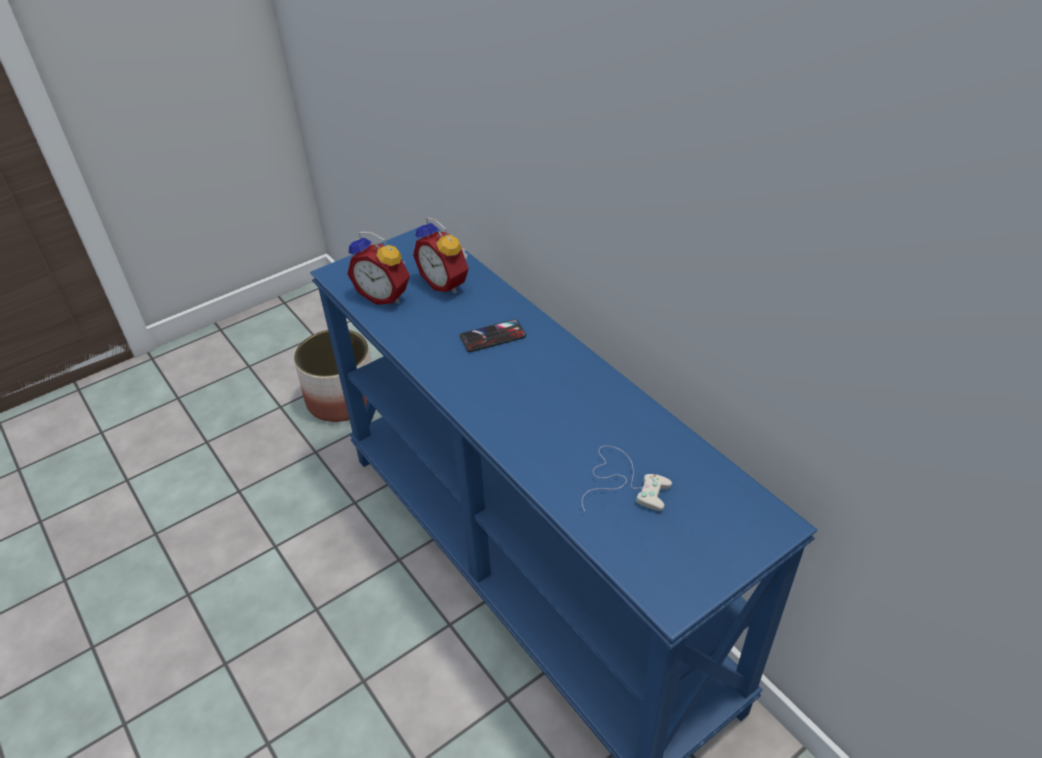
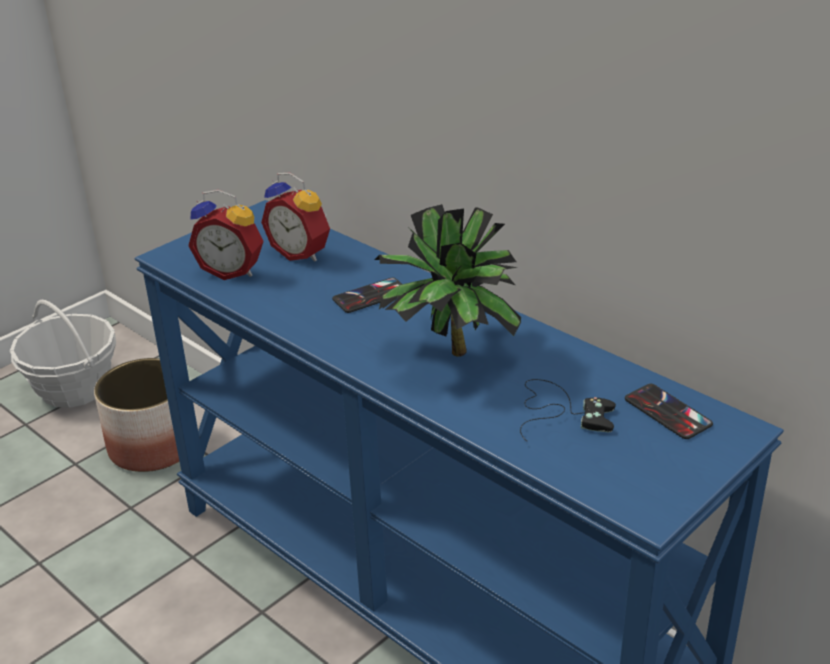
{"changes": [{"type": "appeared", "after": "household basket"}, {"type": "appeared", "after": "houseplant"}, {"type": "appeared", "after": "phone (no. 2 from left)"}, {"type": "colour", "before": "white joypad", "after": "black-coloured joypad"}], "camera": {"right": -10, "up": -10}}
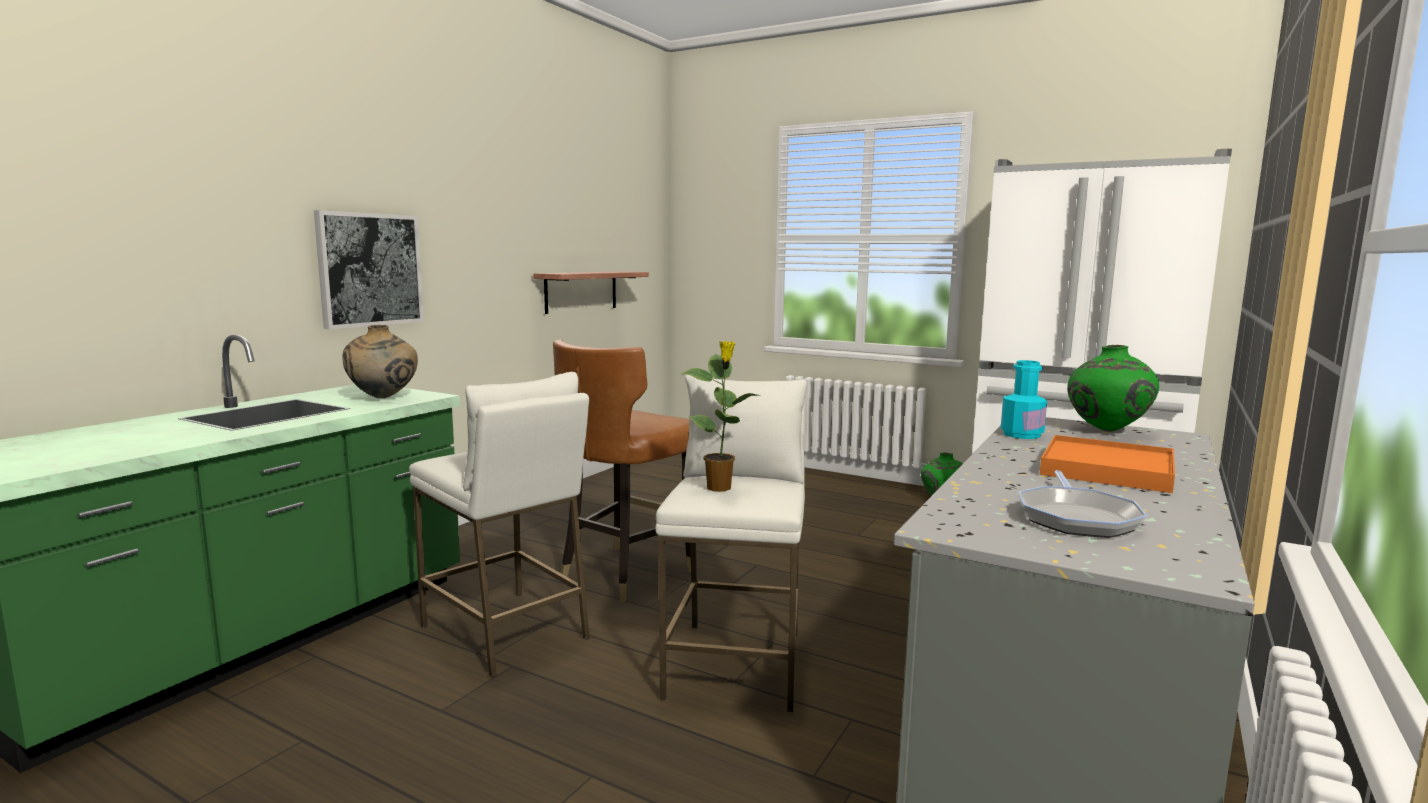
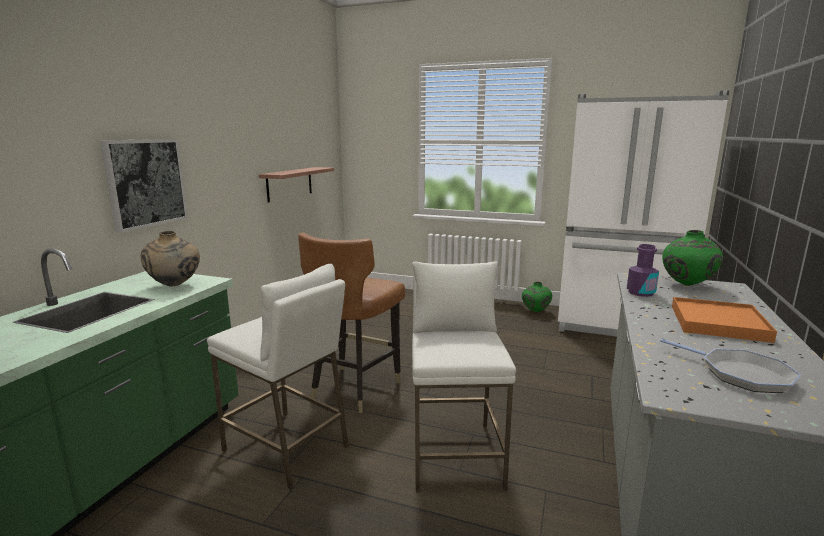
{"changes": [{"type": "missing", "before": "houseplant"}, {"type": "colour", "before": "turquoise beverage bottle", "after": "purple-coloured beverage bottle"}, {"type": "spun", "before": "pan", "turn": -45}], "camera": {"right": -10, "up": 5}}
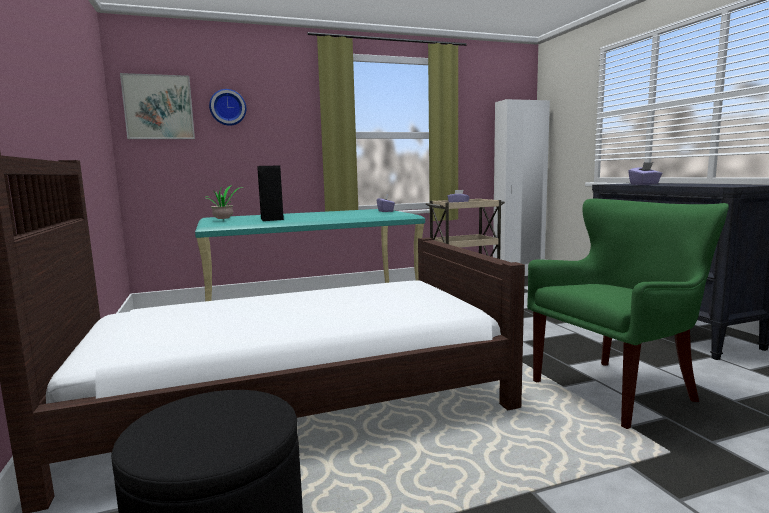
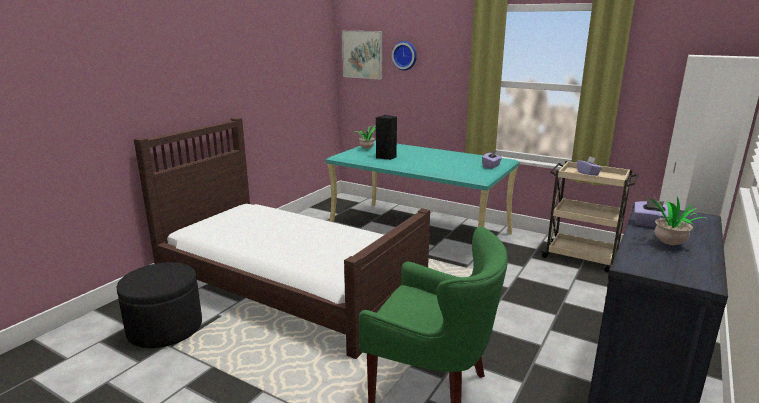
{"changes": [{"type": "appeared", "after": "houseplant (no. 2 from left)"}], "camera": {"right": 50, "up": 10}}
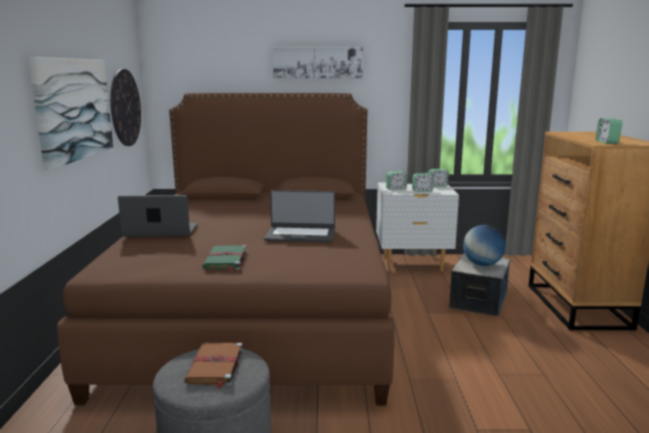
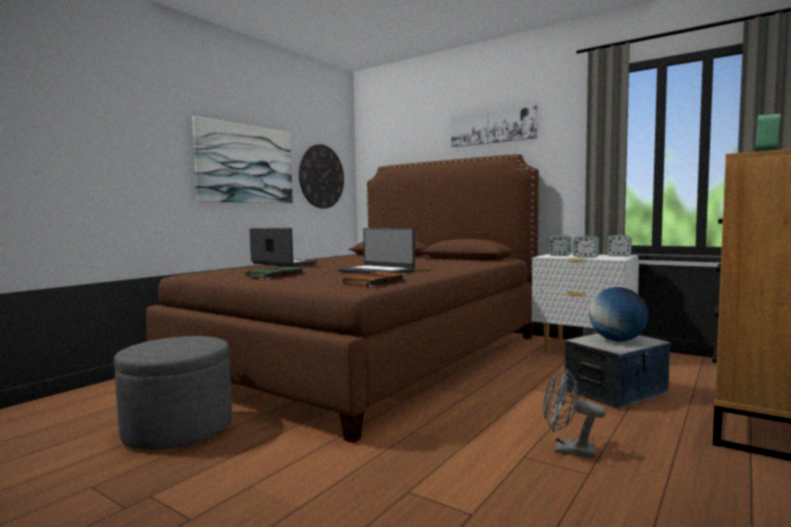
{"changes": [{"type": "appeared", "after": "gray cooling fan"}, {"type": "relocated", "before": "brown-coloured bound book"}], "camera": {"right": 35, "up": -10}}
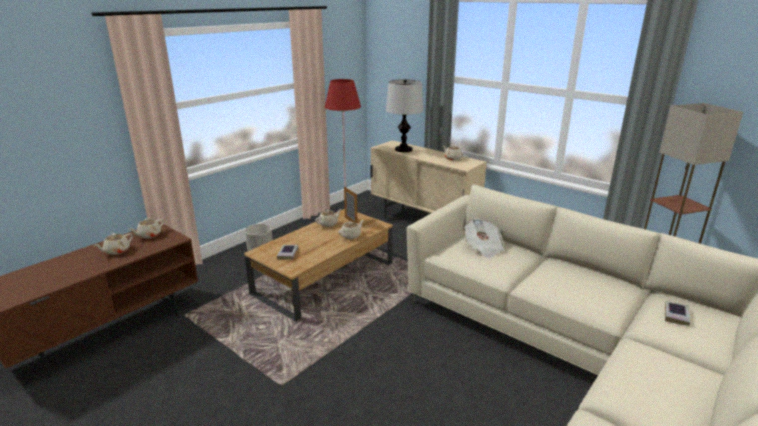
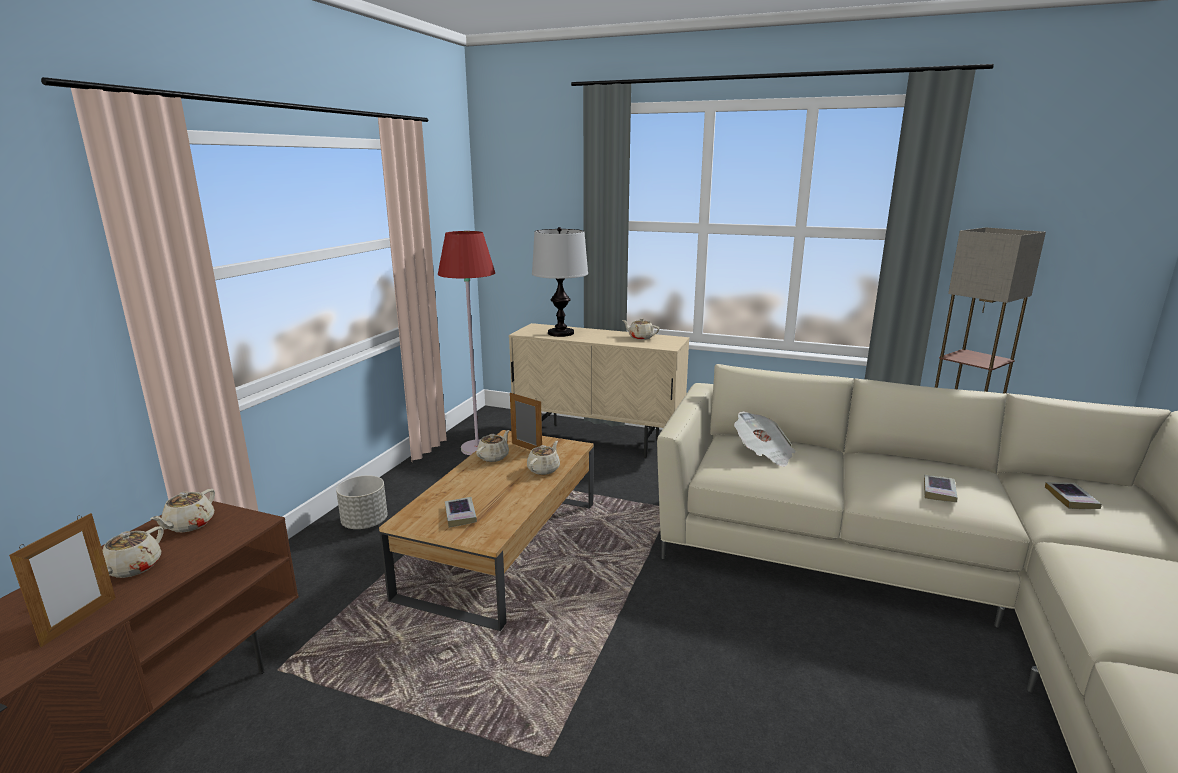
{"changes": [{"type": "appeared", "after": "standing frame (no. 1 from left)"}, {"type": "appeared", "after": "bound book (no. 2 from left)"}], "camera": {"right": -20, "up": -5}}
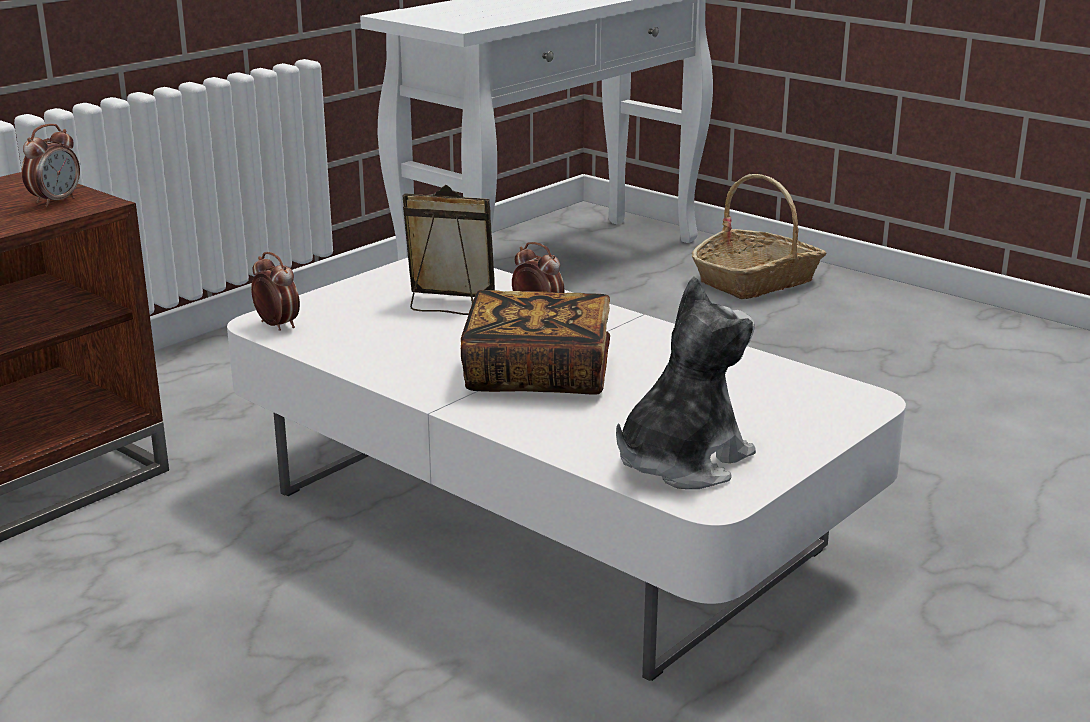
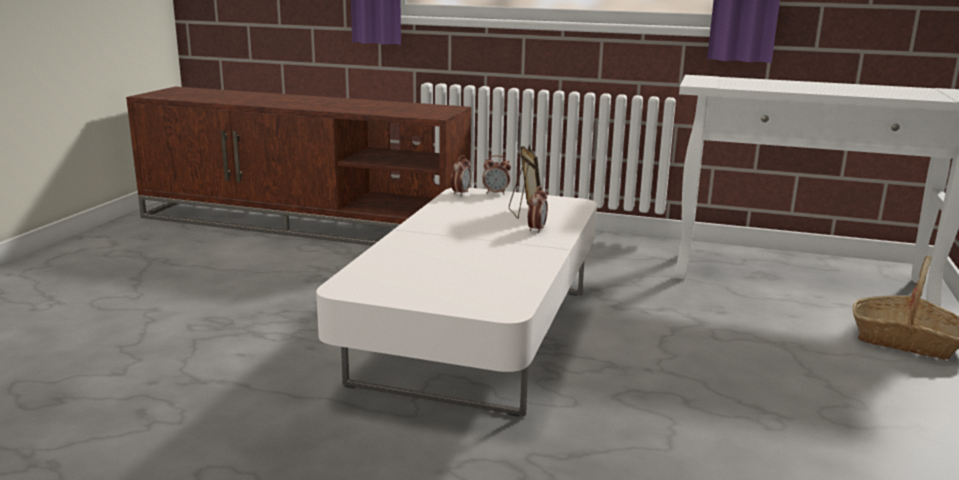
{"changes": [{"type": "missing", "before": "bound book"}, {"type": "missing", "before": "soft toy"}, {"type": "relocated", "before": "table clock (no. 1 from left in the first image)", "after": "table clock (no. 2 from left)"}], "camera": {"right": 65, "up": -5}}
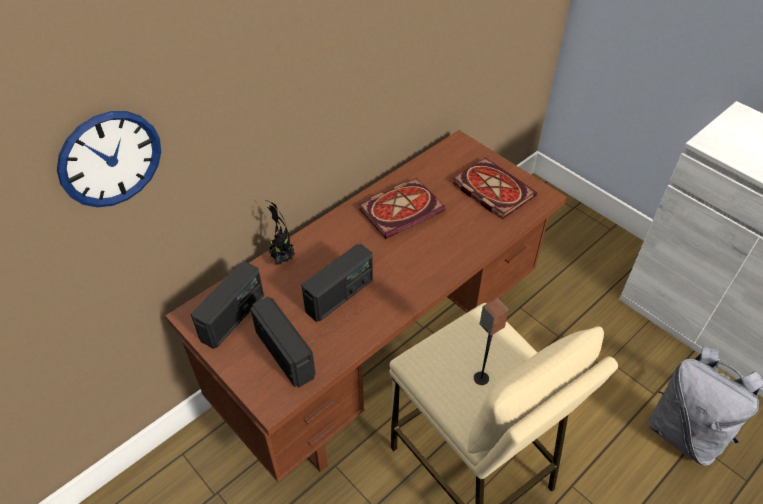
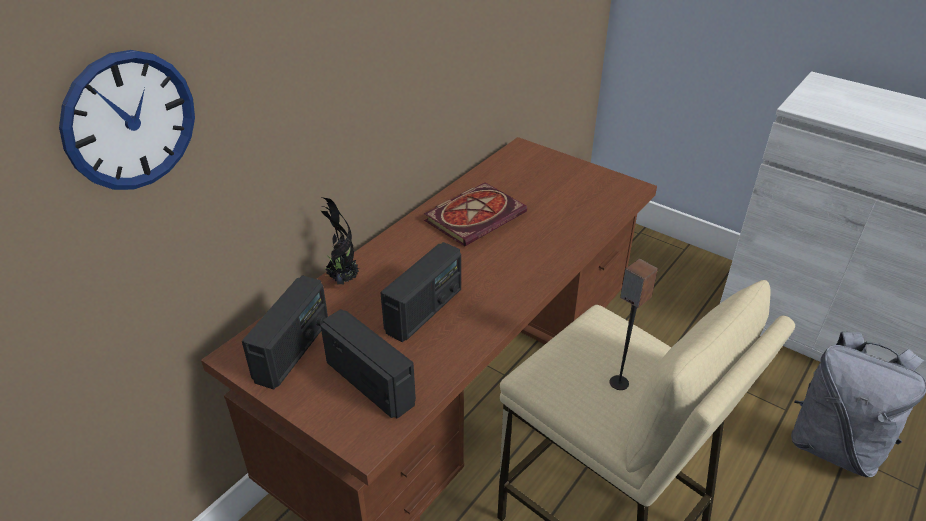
{"changes": [{"type": "missing", "before": "bound book (no. 2 from left)"}], "camera": {"right": -10, "up": -10}}
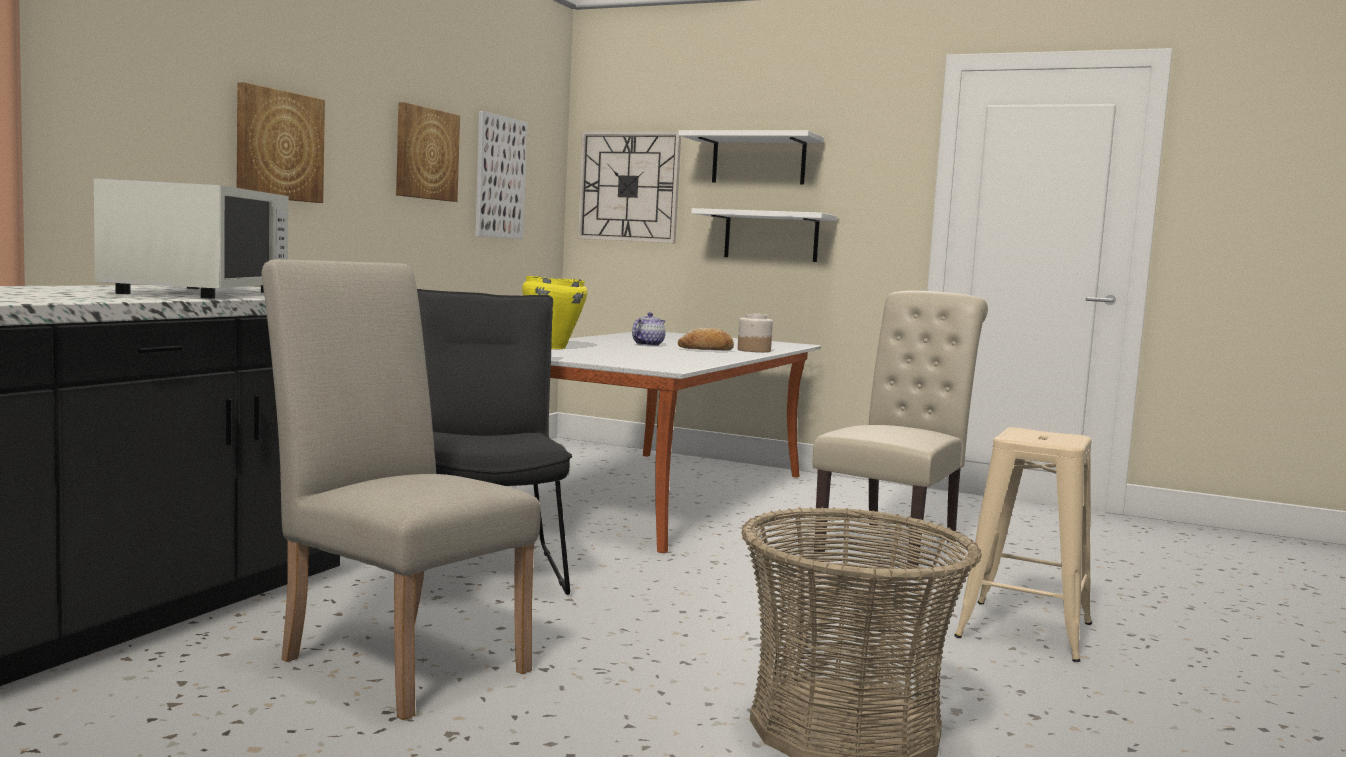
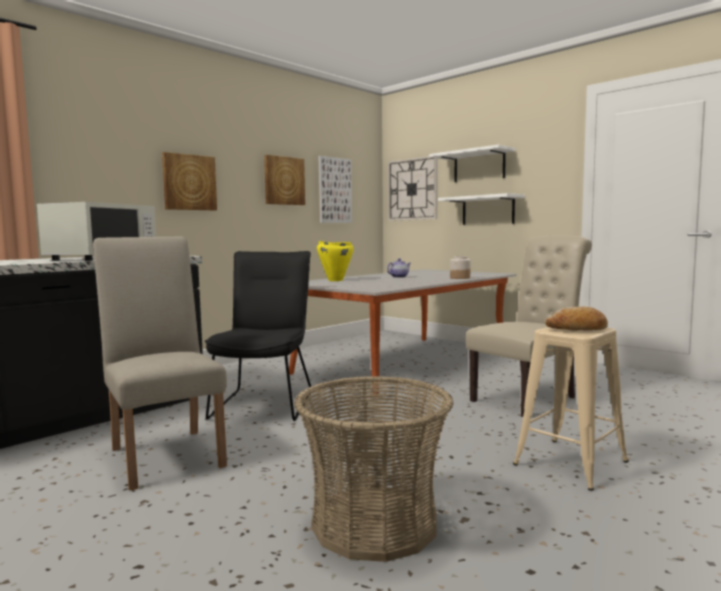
{"changes": [{"type": "relocated", "before": "baked bread"}], "camera": {"right": 20, "up": 0}}
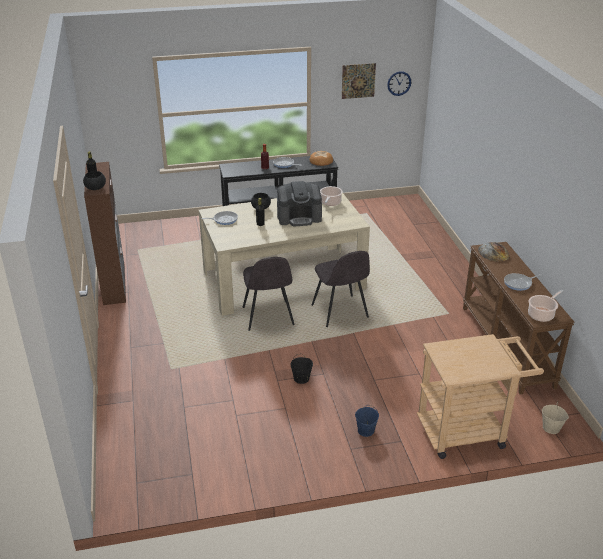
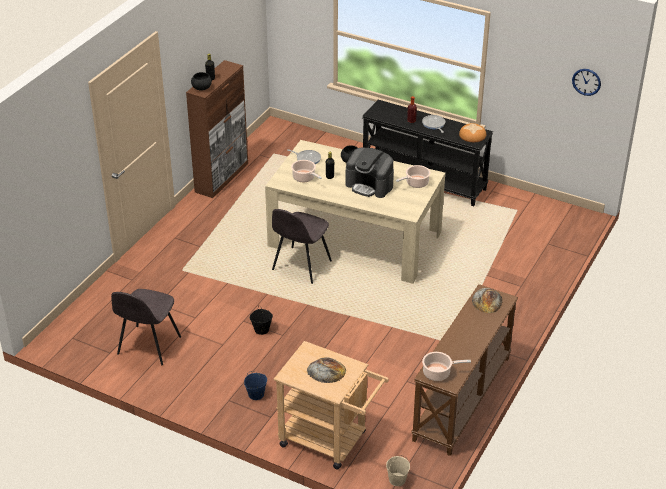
{"changes": [{"type": "missing", "before": "picture"}, {"type": "missing", "before": "pan (no. 3 from left)"}, {"type": "appeared", "after": "saucepot (no. 1 from left)"}, {"type": "appeared", "after": "baked bread (no. 1 from left)"}, {"type": "relocated", "before": "gray upright chair (no. 2 from left in the first image)", "after": "gray upright chair (no. 1 from left)"}], "camera": {"right": 40, "up": 5}}
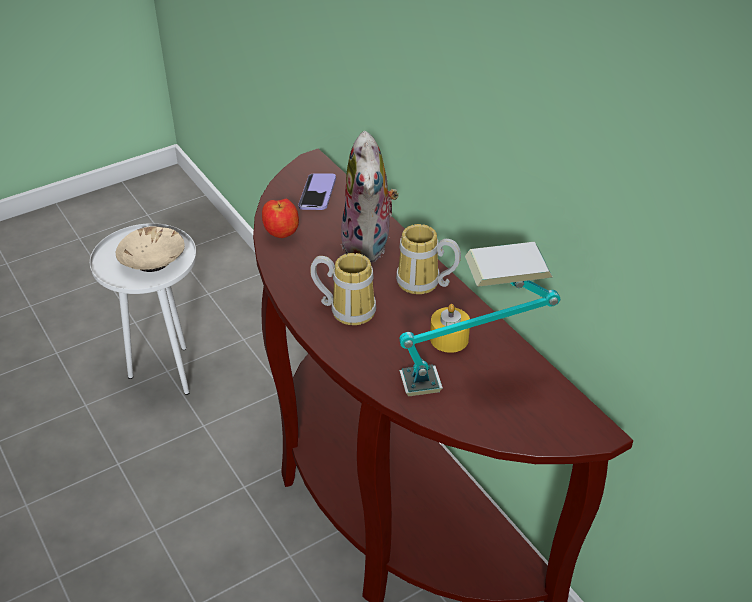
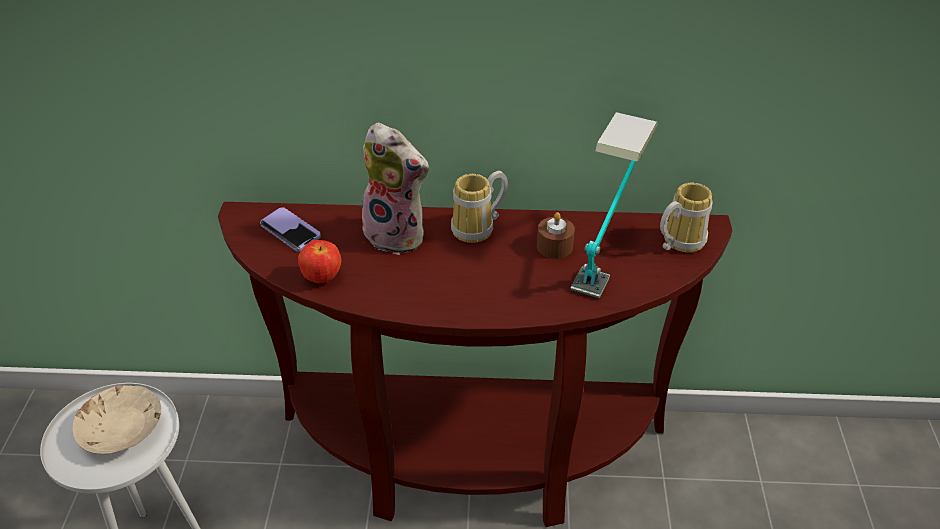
{"changes": [{"type": "relocated", "before": "tea mug (no. 1 from left in the first image)", "after": "tea mug (no. 2 from left)"}, {"type": "colour", "before": "yellowish wax candle", "after": "brown-coloured wax candle"}], "camera": {"right": -55, "up": 0}}
